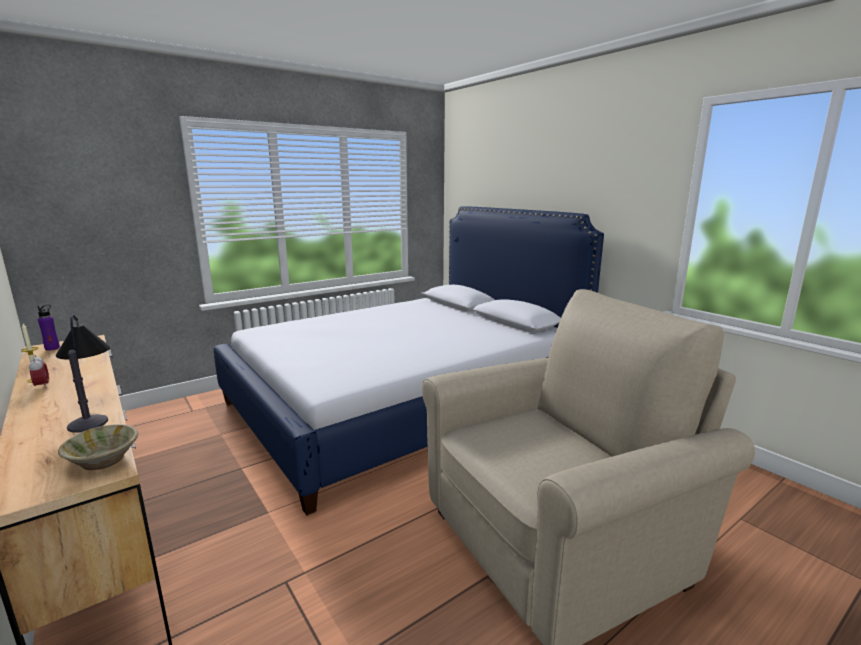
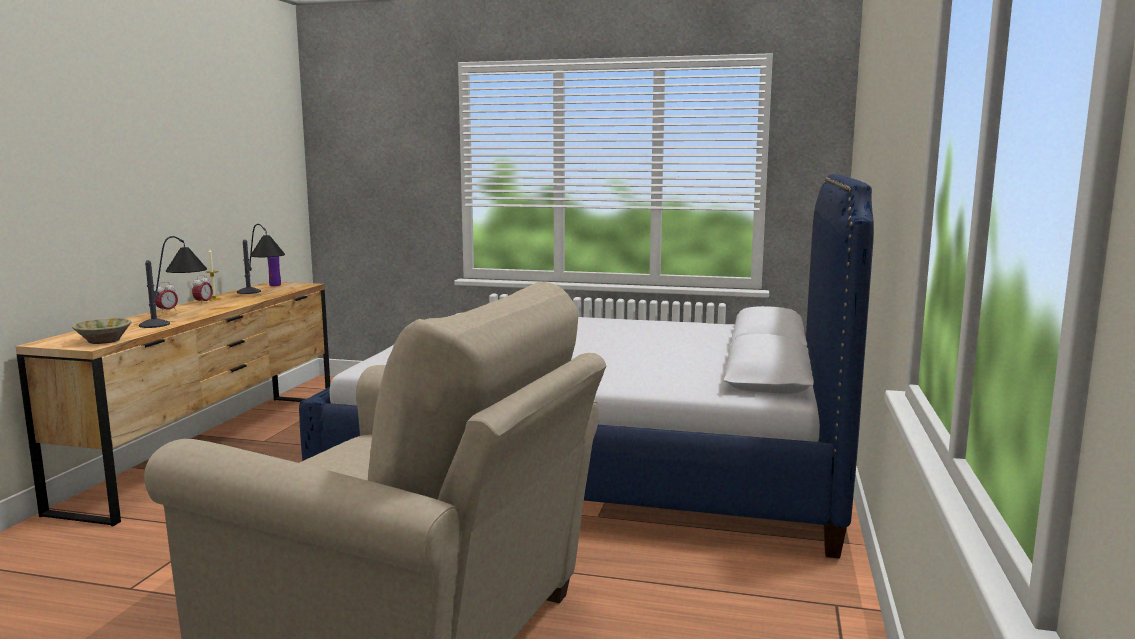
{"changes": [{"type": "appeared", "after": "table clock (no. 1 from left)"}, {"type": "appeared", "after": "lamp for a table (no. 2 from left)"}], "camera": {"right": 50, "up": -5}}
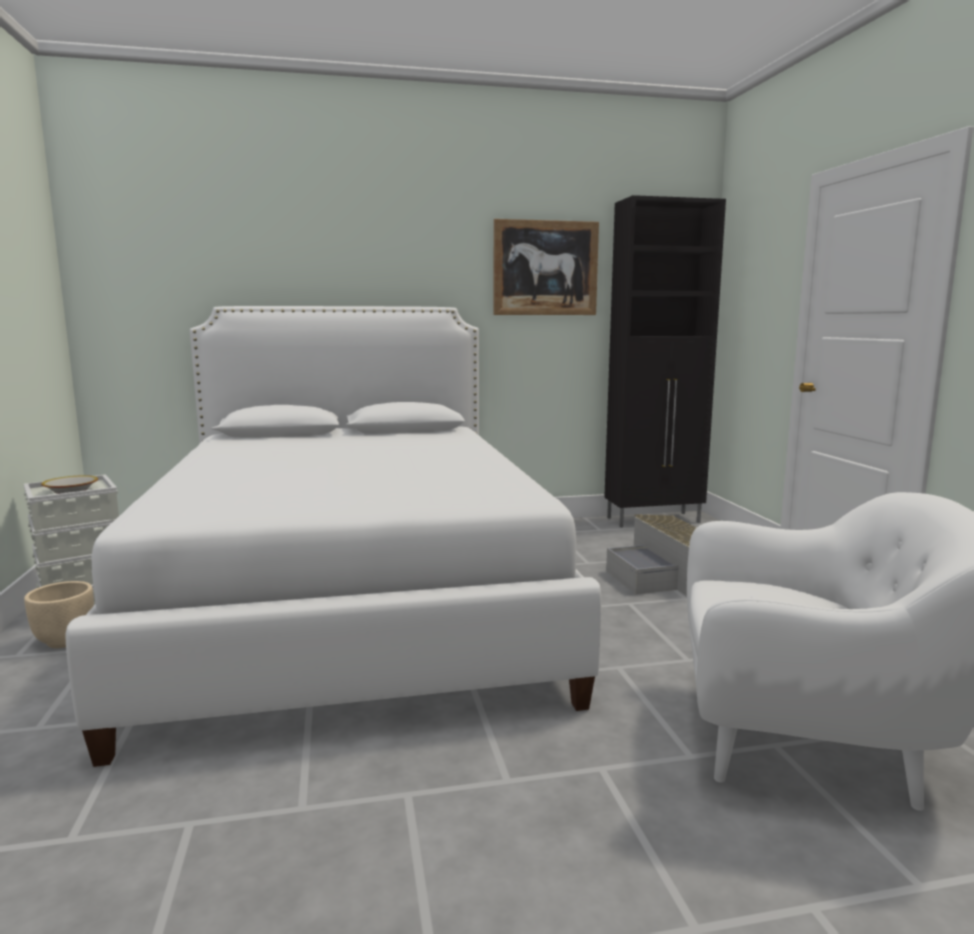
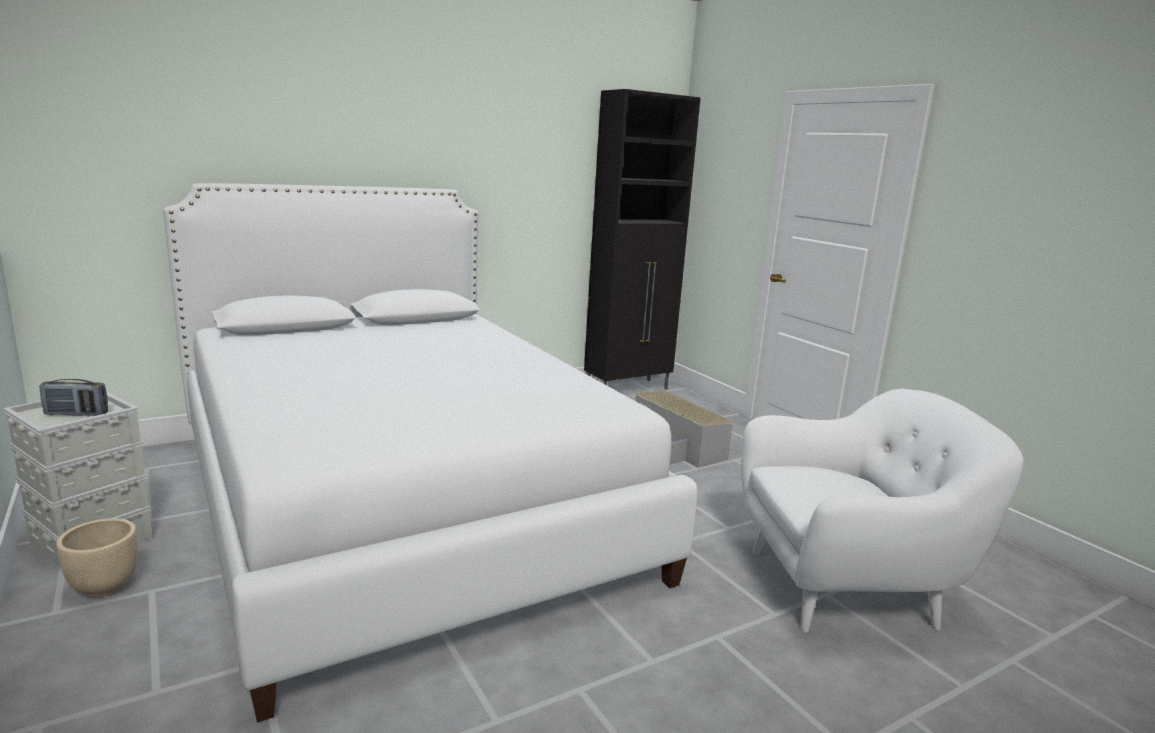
{"changes": [{"type": "missing", "before": "picture"}, {"type": "exchanged", "before": "serving bowl", "after": "radio set"}], "camera": {"right": -20, "up": 5}}
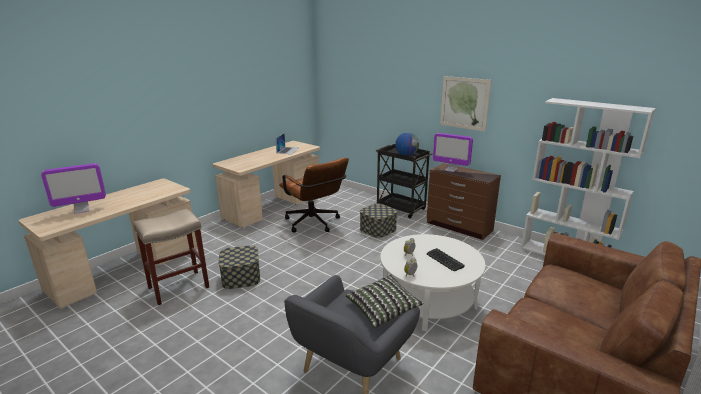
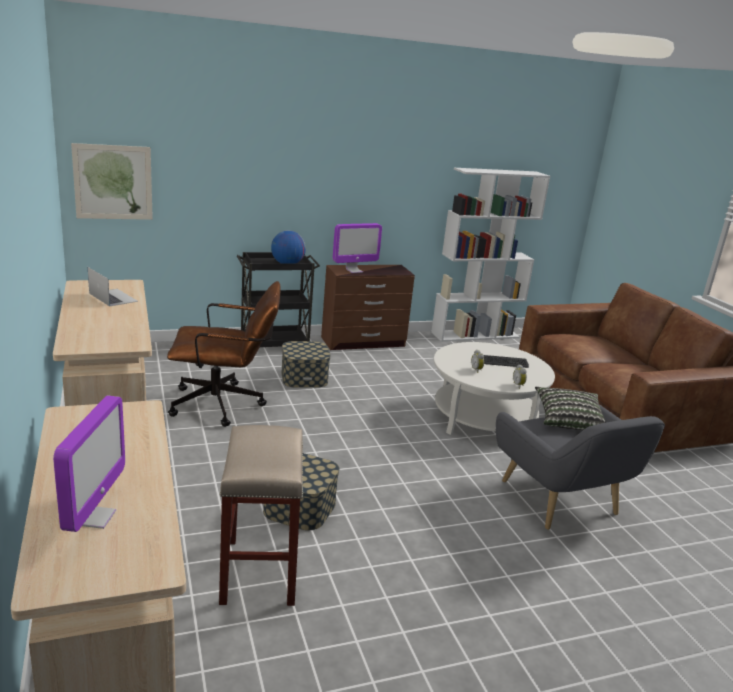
{"changes": [{"type": "relocated", "before": "picture"}], "camera": {"right": -60, "up": 0}}
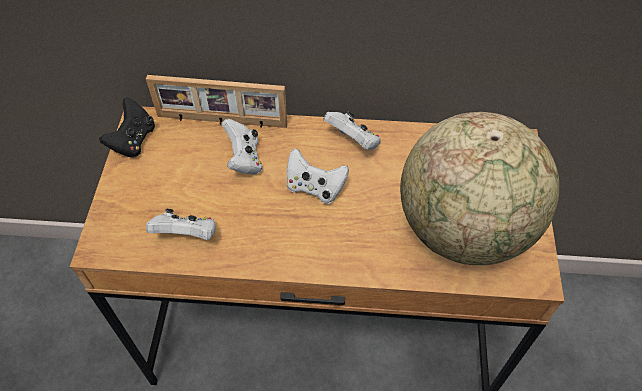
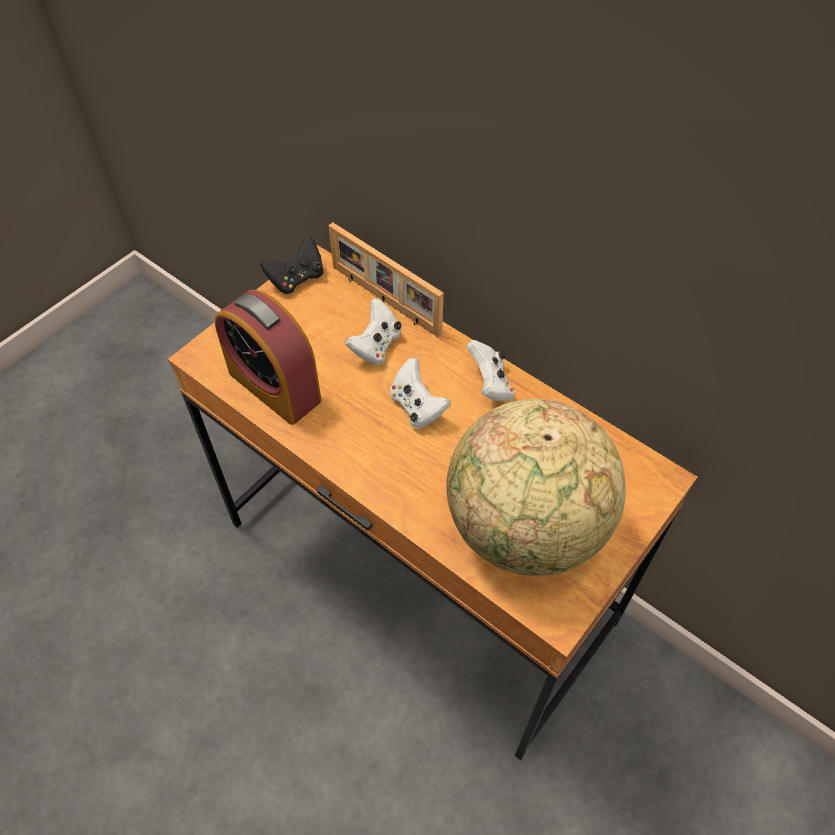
{"changes": [{"type": "exchanged", "before": "white joypad (no. 1 from left)", "after": "table clock"}], "camera": {"right": 35, "up": 0}}
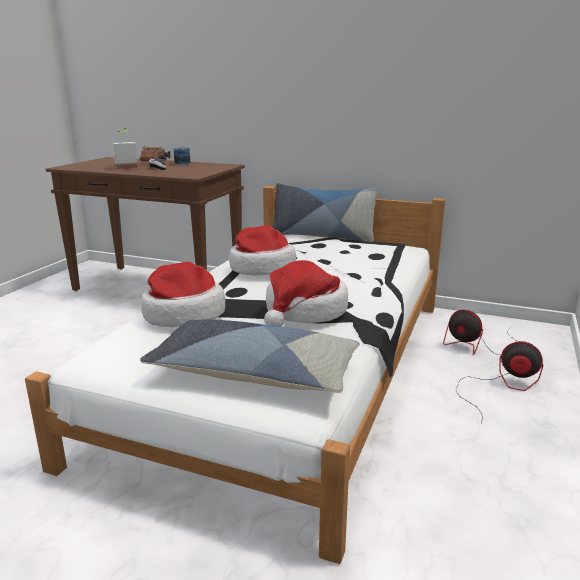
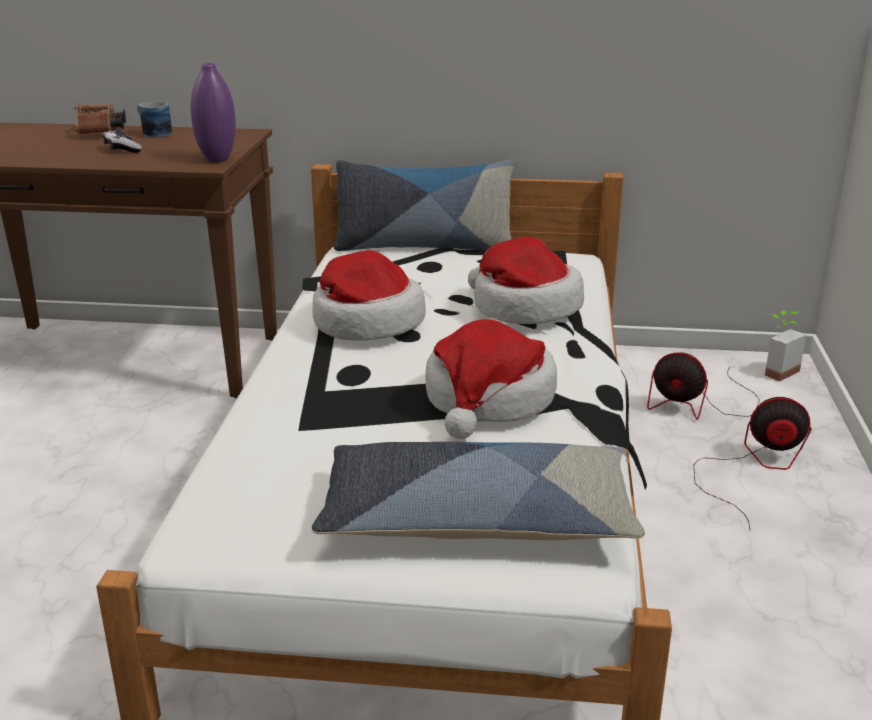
{"changes": [{"type": "appeared", "after": "purple-coloured decorative vase"}, {"type": "relocated", "before": "houseplant"}, {"type": "relocated", "before": "wearable hat (no. 1 from left in the first image)", "after": "wearable hat (no. 3 from left)"}], "camera": {"right": -15, "up": 5}}
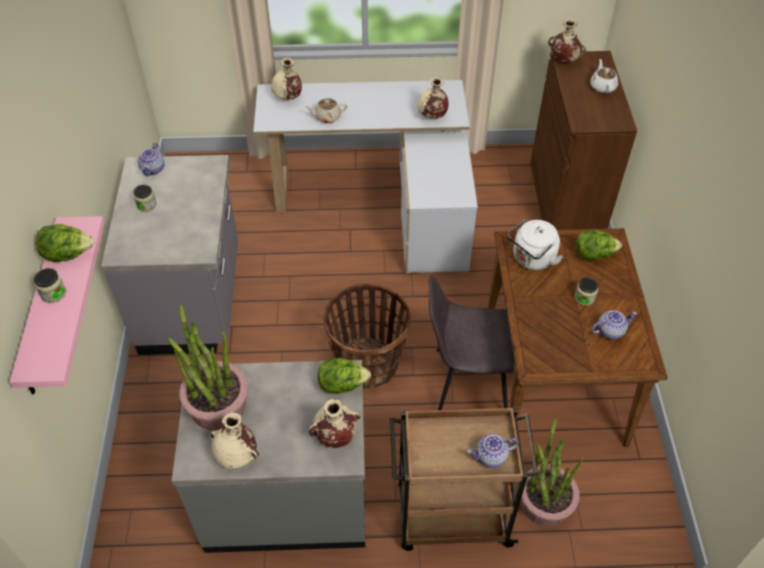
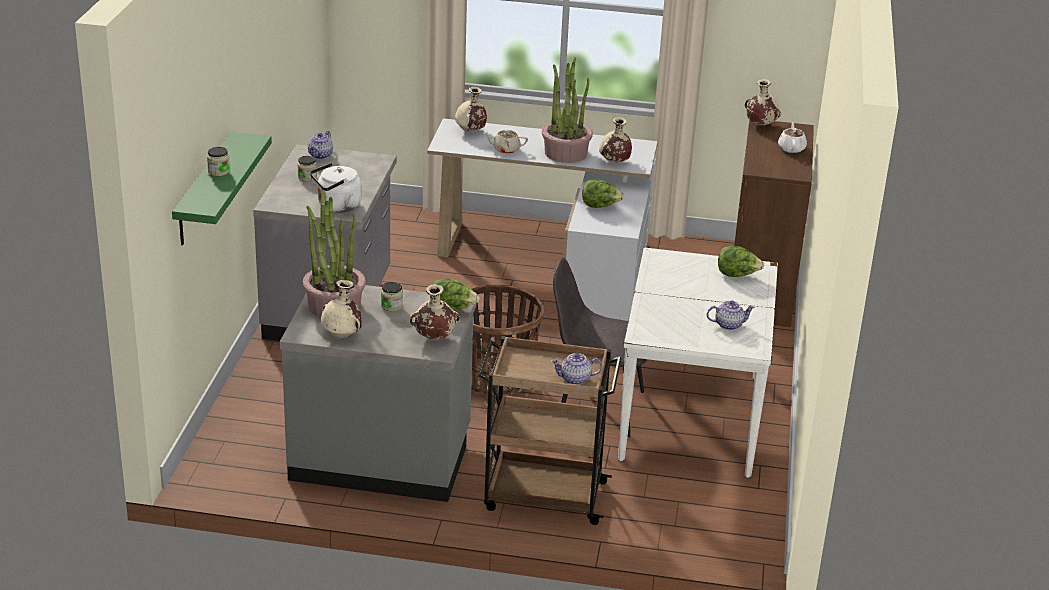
{"changes": [{"type": "relocated", "before": "lettuce head (no. 1 from left in the first image)", "after": "lettuce head (no. 2 from left)"}, {"type": "relocated", "before": "white tea kettle"}, {"type": "relocated", "before": "houseplant (no. 2 from left)"}, {"type": "relocated", "before": "preserve jar (no. 3 from left)"}, {"type": "colour", "before": "pinkish wall shelf", "after": "greenish wall shelf"}, {"type": "colour", "before": "brown-coloured dining table", "after": "white dining table"}], "camera": {"right": 10, "up": -20}}
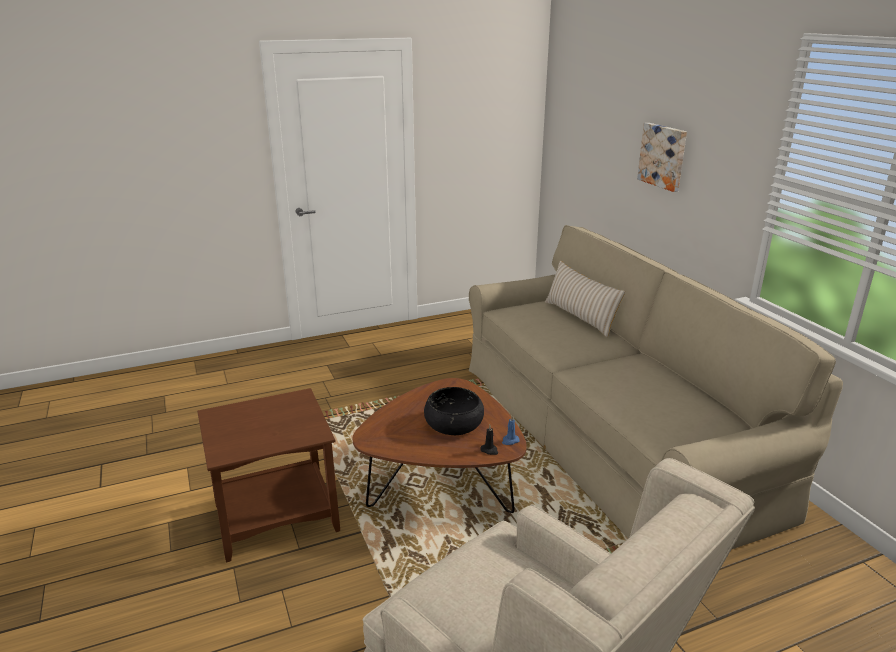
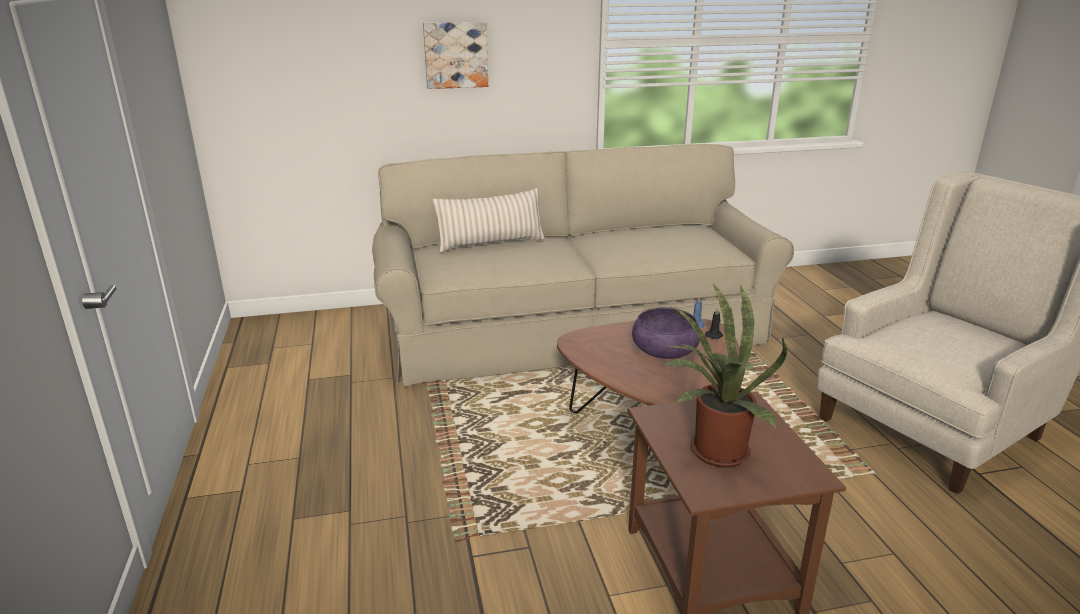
{"changes": [{"type": "appeared", "after": "houseplant"}, {"type": "colour", "before": "black-coloured serving bowl", "after": "purple-coloured serving bowl"}], "camera": {"right": -80, "up": 0}}
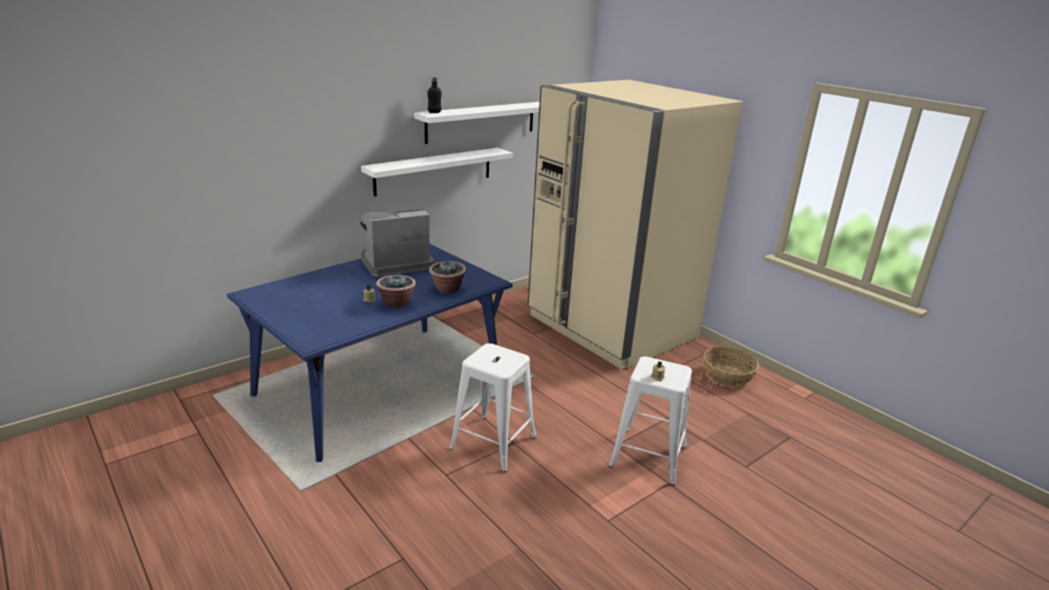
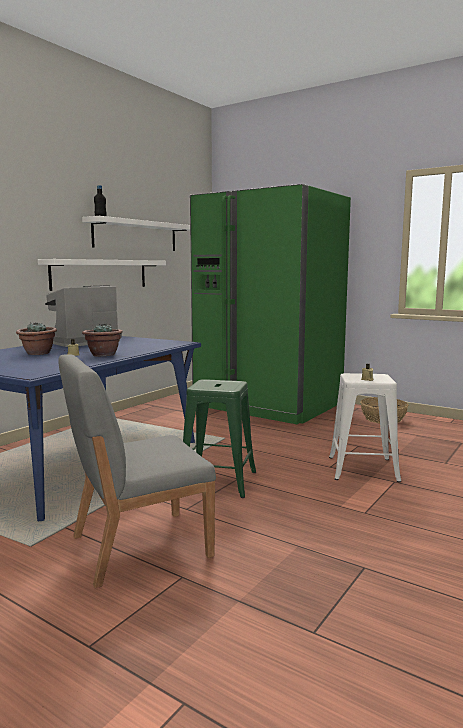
{"changes": [{"type": "appeared", "after": "gray upright chair"}, {"type": "relocated", "before": "houseplant (no. 2 from left in the first image)", "after": "houseplant (no. 1 from left)"}, {"type": "colour", "before": "white stool (no. 1 from left)", "after": "greenish stool"}, {"type": "colour", "before": "beige refrigerator", "after": "greenish refrigerator"}], "camera": {"right": -15, "up": -15}}
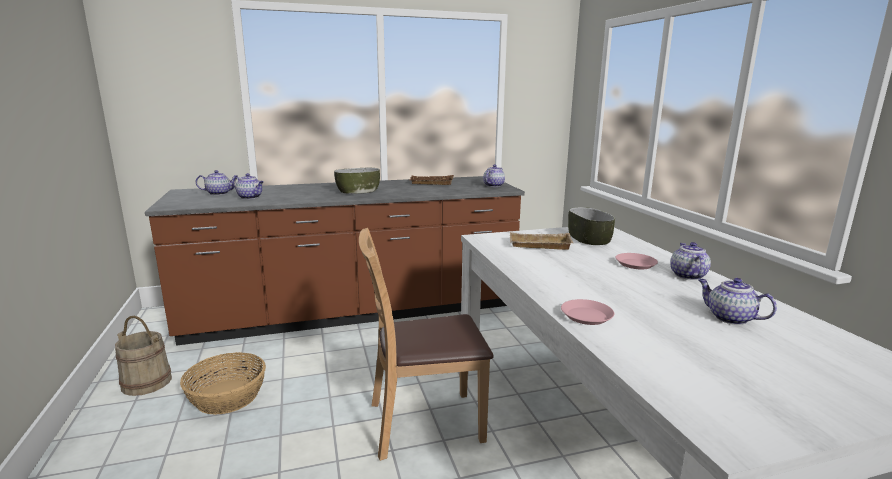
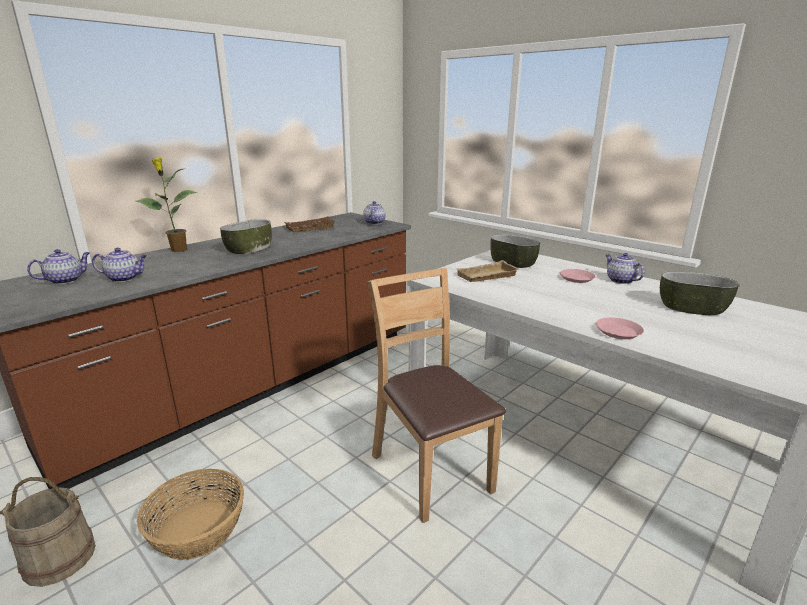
{"changes": [{"type": "appeared", "after": "houseplant"}, {"type": "exchanged", "before": "teapot (no. 5 from left)", "after": "serving bowl (no. 3 from left)"}, {"type": "spun", "before": "brown-coloured upright chair", "turn": 105}], "camera": {"right": -30, "up": 5}}
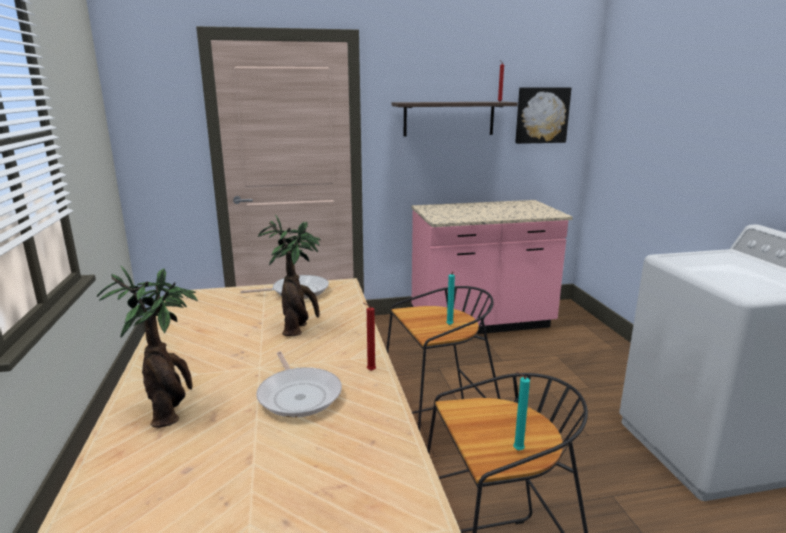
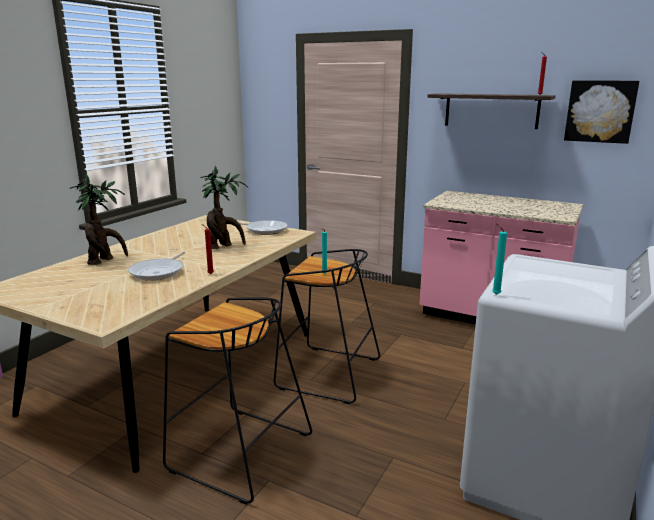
{"changes": [{"type": "relocated", "before": "turquoise wax candle (no. 2 from left)"}], "camera": {"right": 40, "up": 0}}
